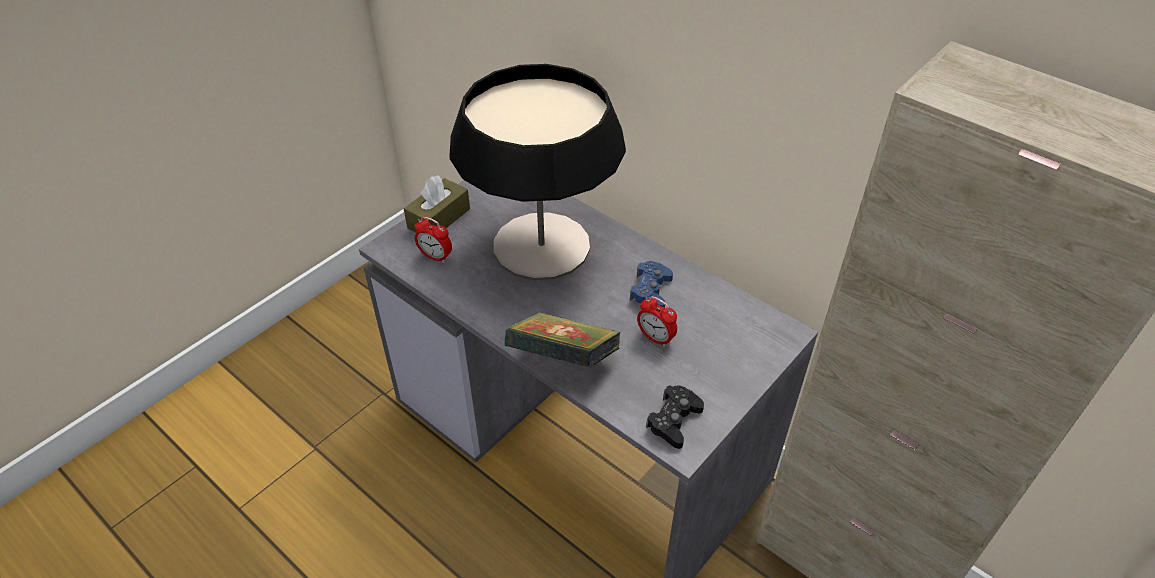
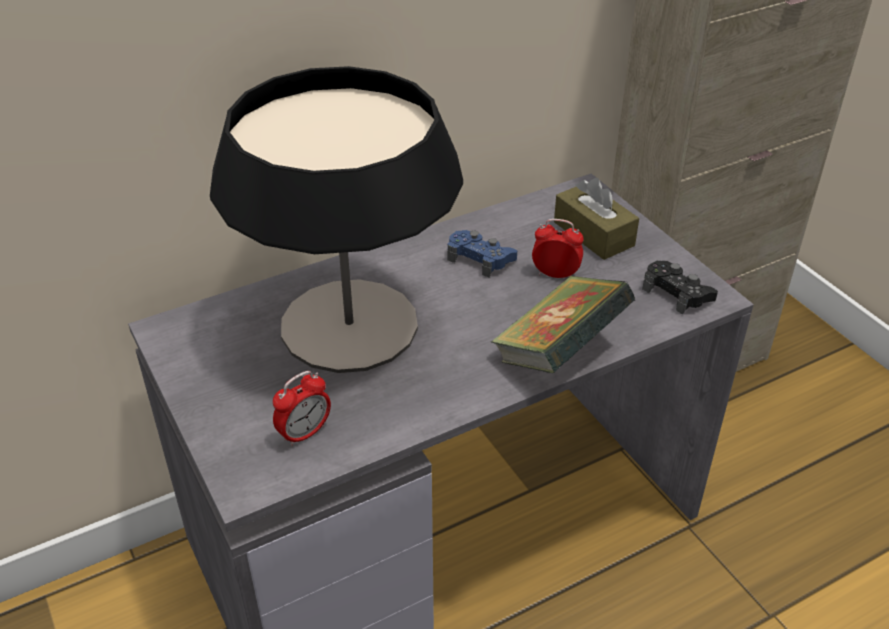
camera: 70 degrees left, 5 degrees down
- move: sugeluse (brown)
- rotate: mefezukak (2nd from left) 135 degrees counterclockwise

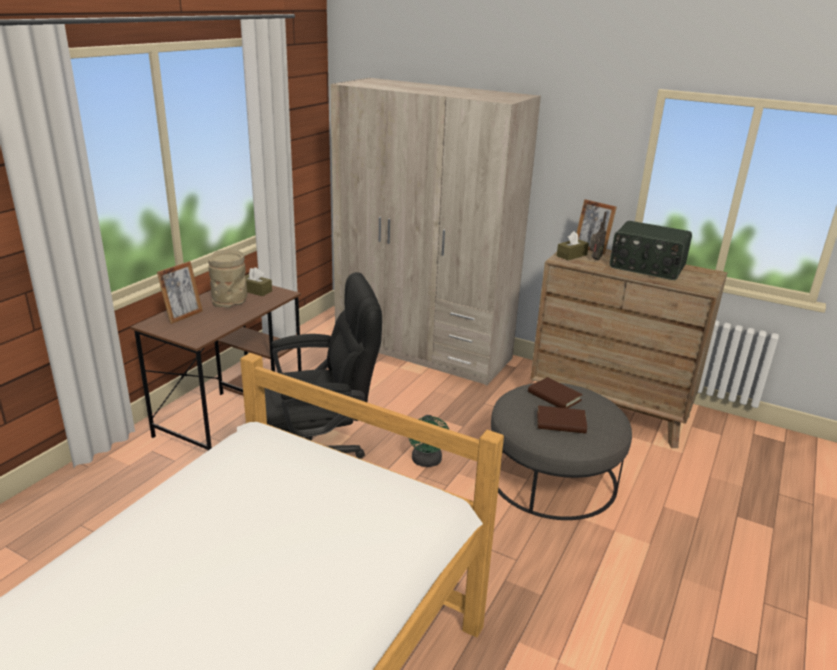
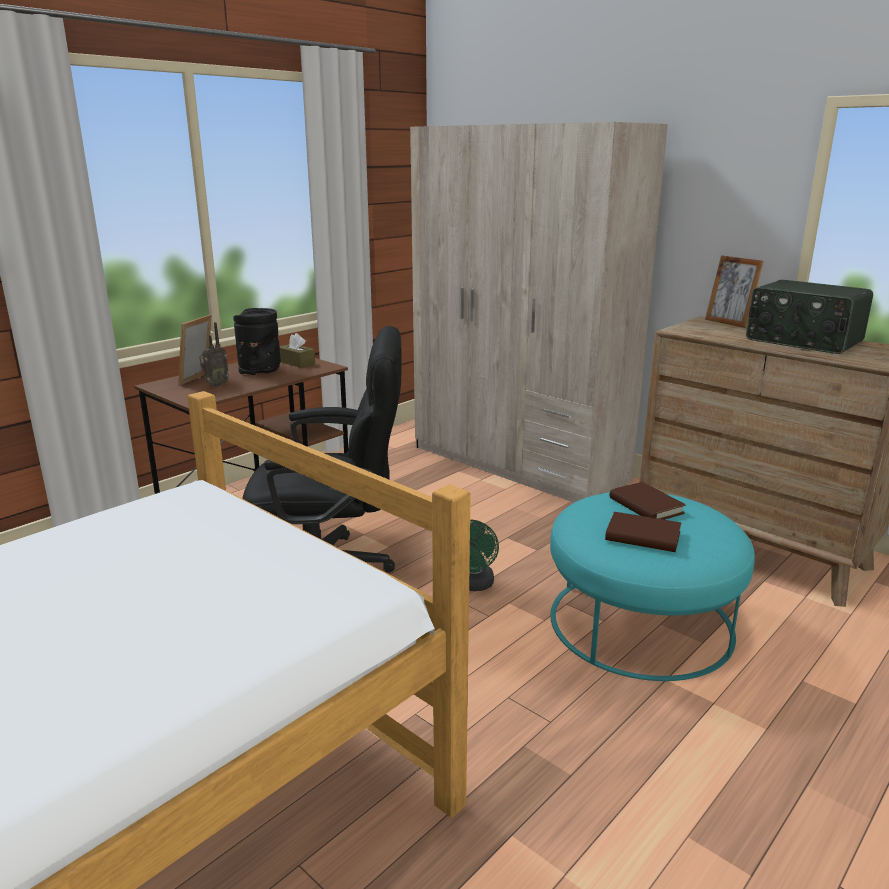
camera: 15 degrees right, 5 degrees down
- delete: sugeluse (brown) (2nd from left)
- move: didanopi (1st from left)
- recolor: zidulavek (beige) to zidulavek (black)
- recolor: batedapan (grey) to batedapan (turquoise)
- rotate: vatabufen (1st from left) 150 degrees clockwise

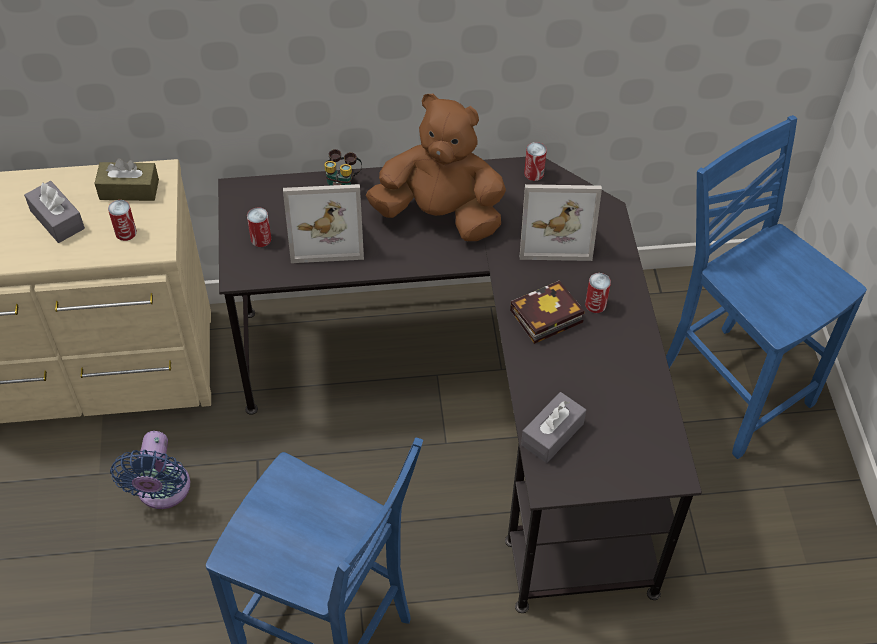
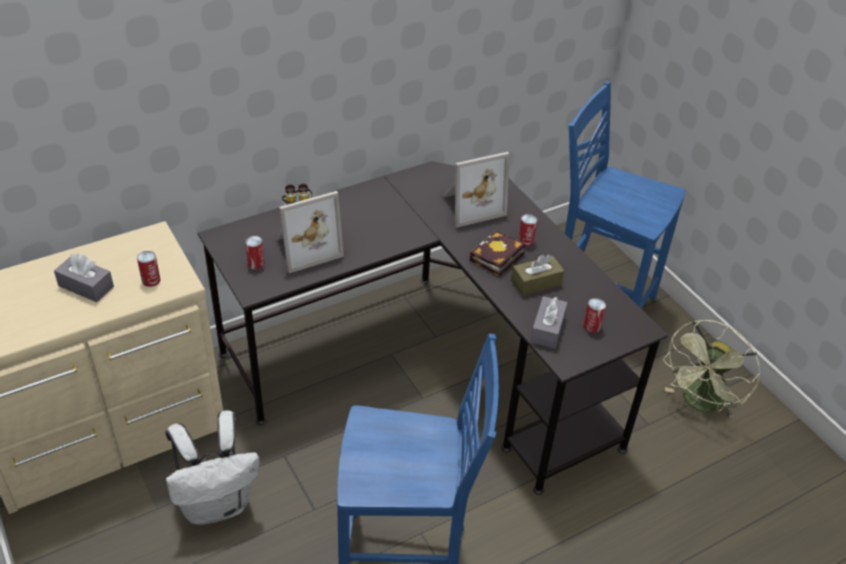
camera: 25 degrees left, 10 degrees down
- delete: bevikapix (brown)
- insert: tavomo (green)
- move: sugeluse (brown)
- move: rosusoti (3rd from left in the first image) to rosusoti (4th from left)
- replace: tavomo (blue) to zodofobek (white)

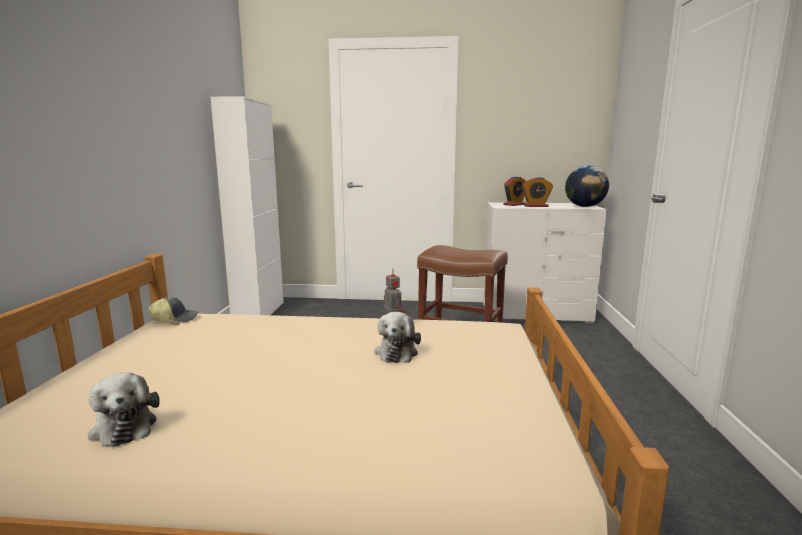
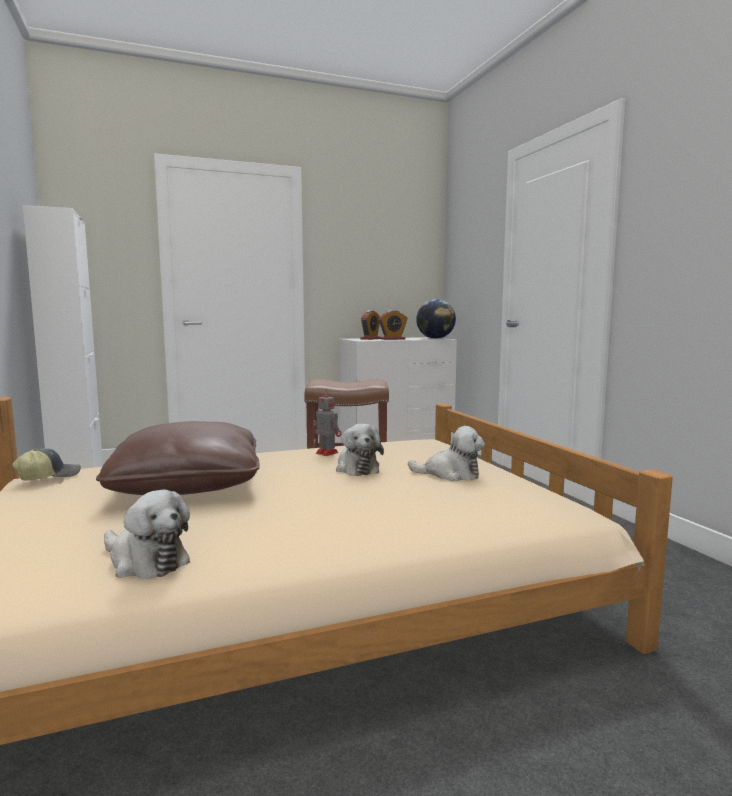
camera: 25 degrees left, 5 degrees down
- insert: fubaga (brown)
- insert: bevikapix (3rd from left)

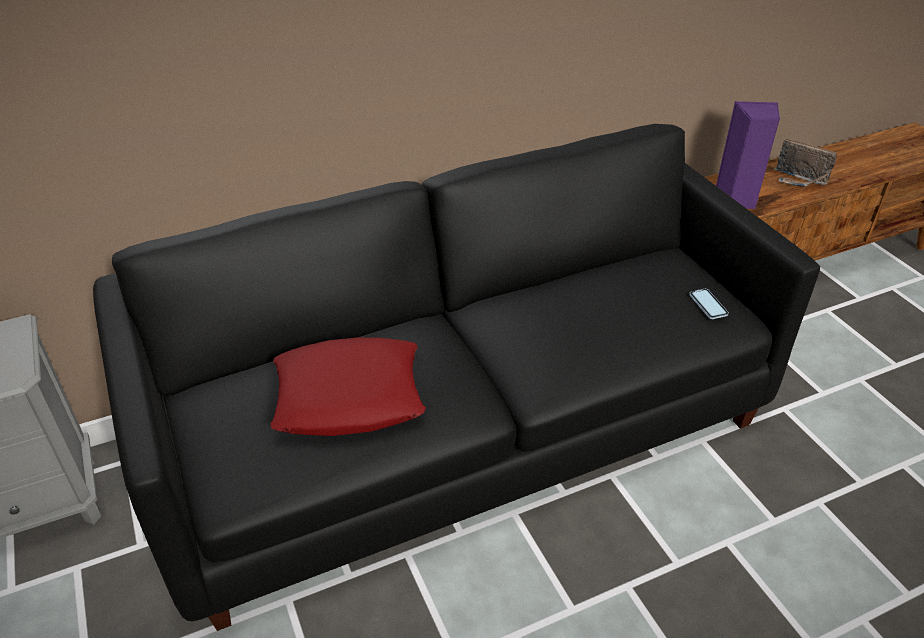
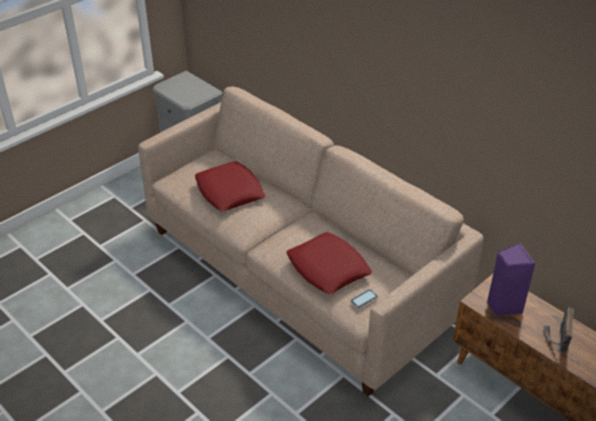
camera: 70 degrees right, 0 degrees up
- insert: fubaga (red) (2nd from left)
- recolor: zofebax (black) to zofebax (beige)

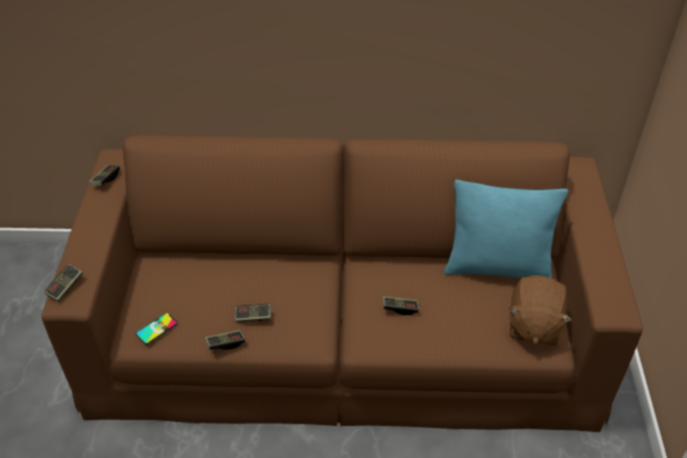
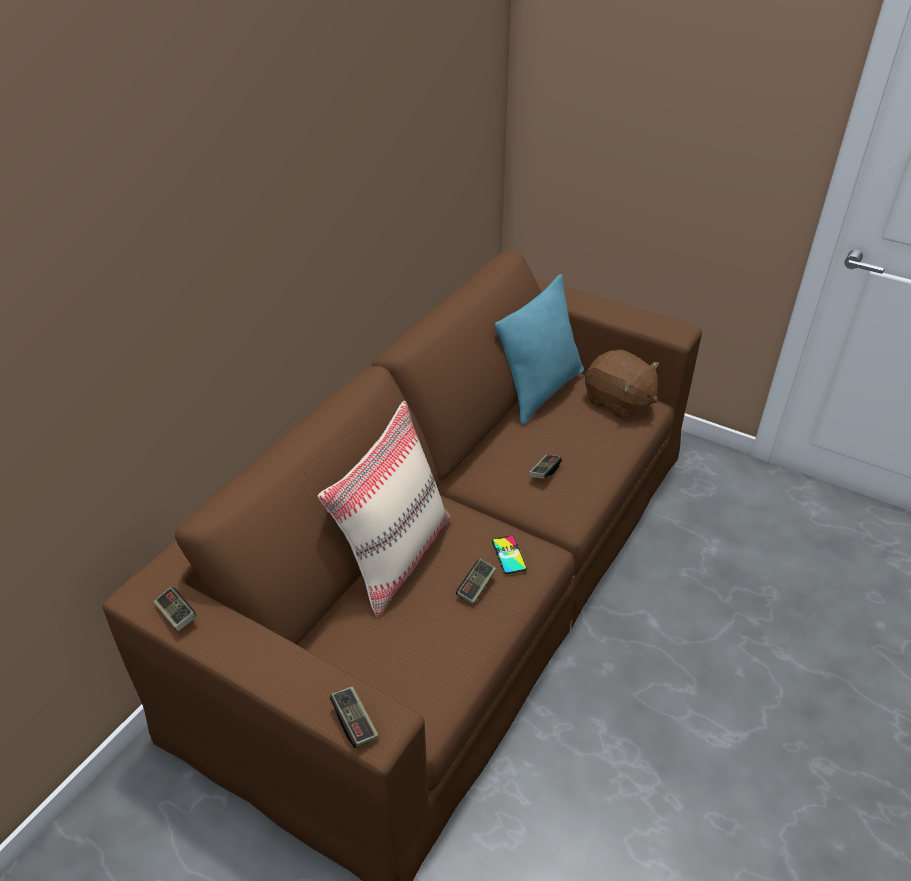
camera: 60 degrees left, 5 degrees down
- delete: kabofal (3rd from left)
- insert: fubaga (beige)
- move: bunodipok

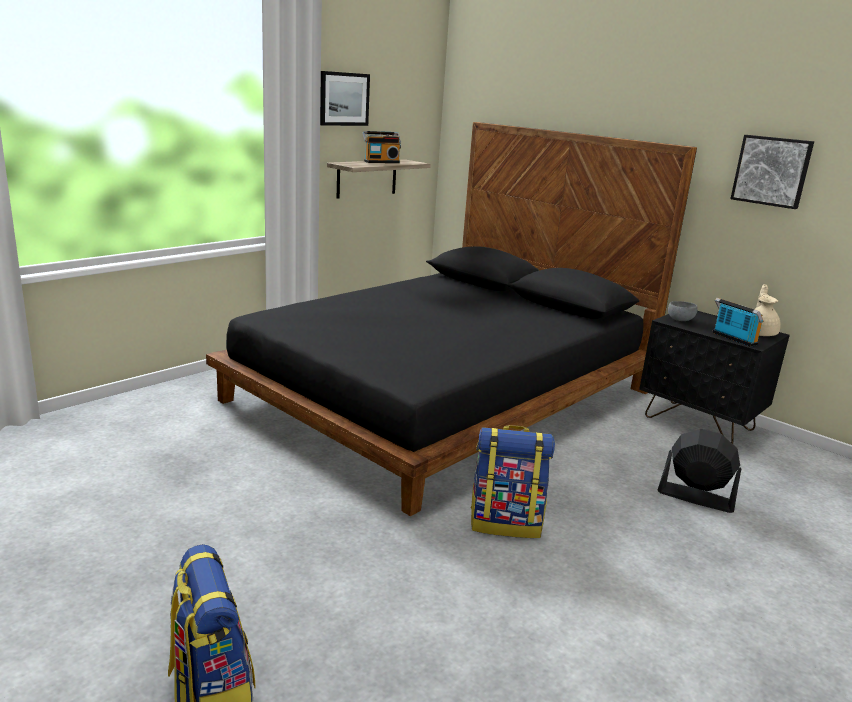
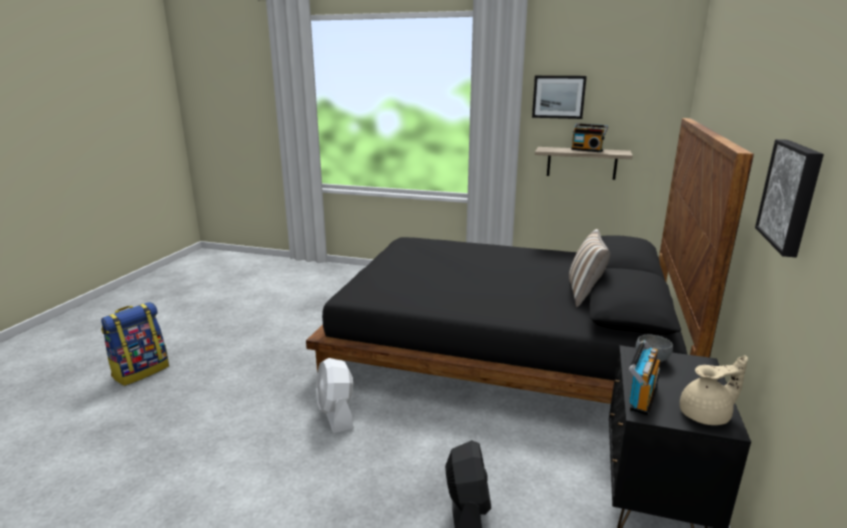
camera: 65 degrees right, 0 degrees up
- insert: fubaga
- replace: zodofobek (2nd from left) to tavomo (white)

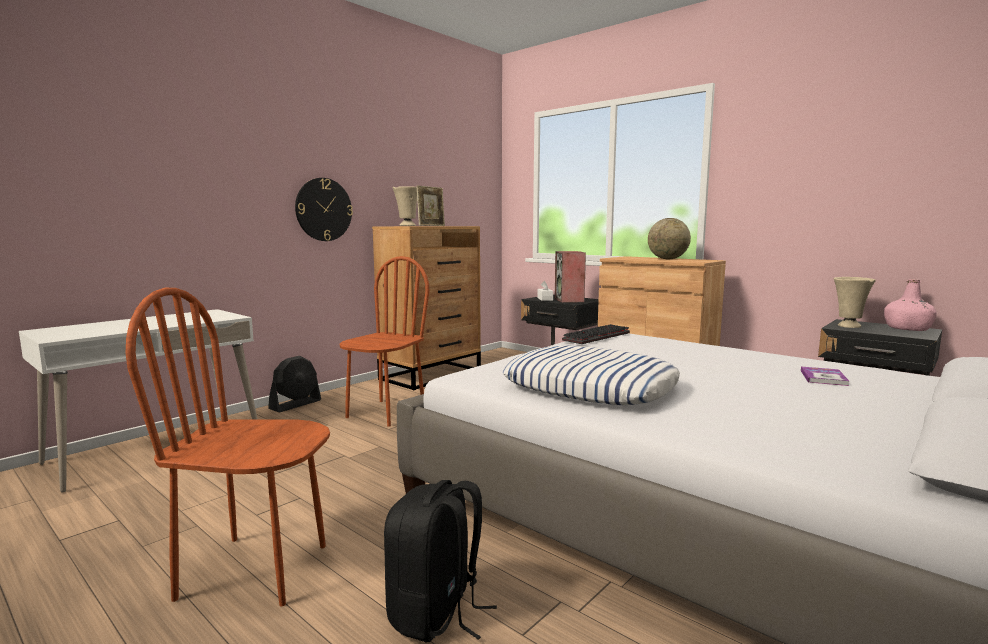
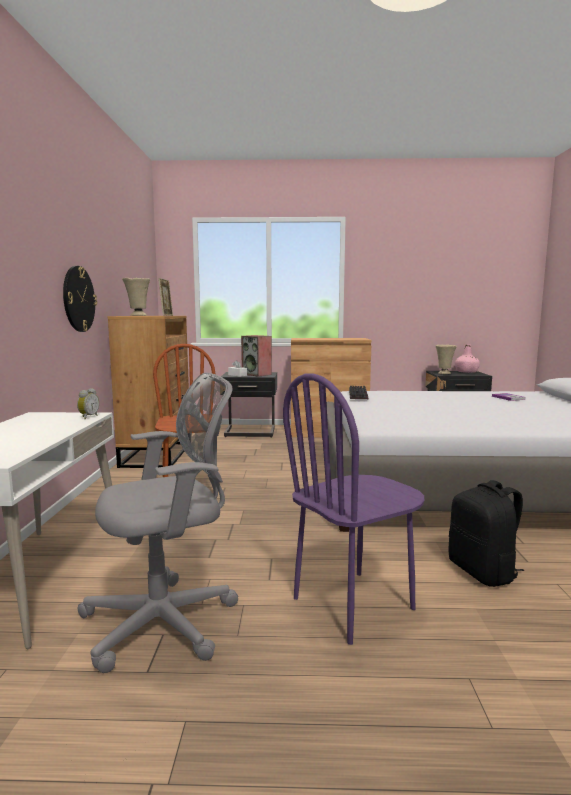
camera: 40 degrees left, 0 degrees up
- delete: tavomo (black)
- delete: fubaga
- delete: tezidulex
- insert: mefezukak
- insert: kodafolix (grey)
- recolor: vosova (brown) (1st from left) to vosova (purple)

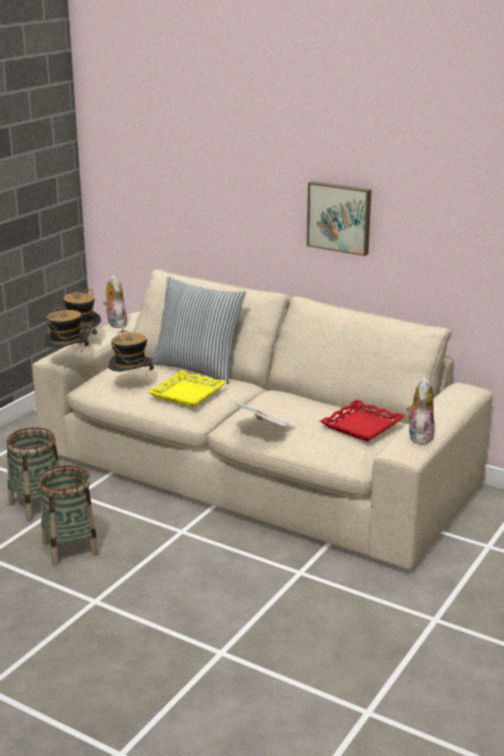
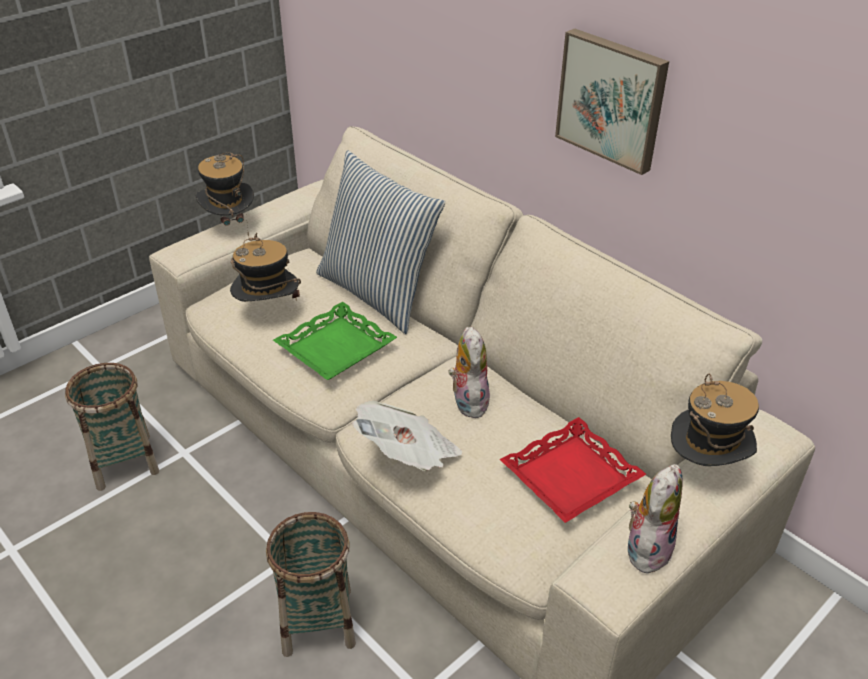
camera: 15 degrees right, 15 degrees up
- move: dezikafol (2nd from left)
- move: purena (1st from left in the first image) to purena (3rd from left)
- move: bevikapix (1st from left)
- recolor: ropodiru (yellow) to ropodiru (green)

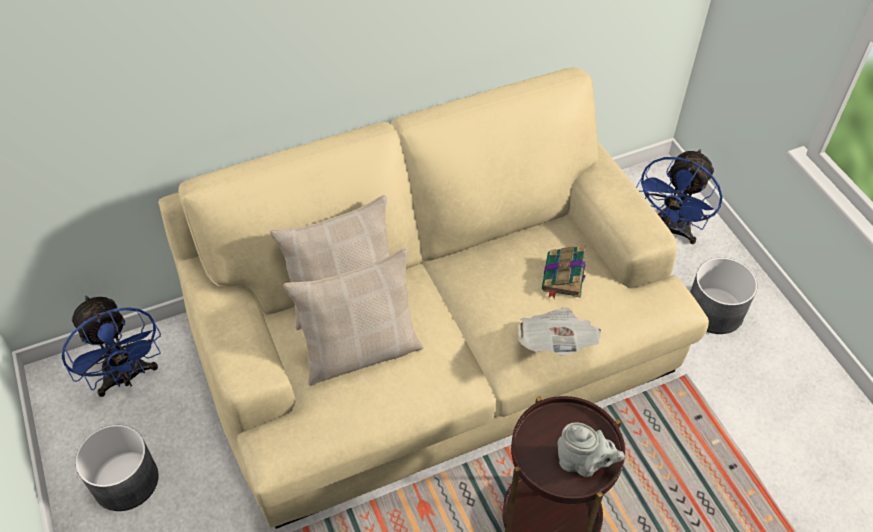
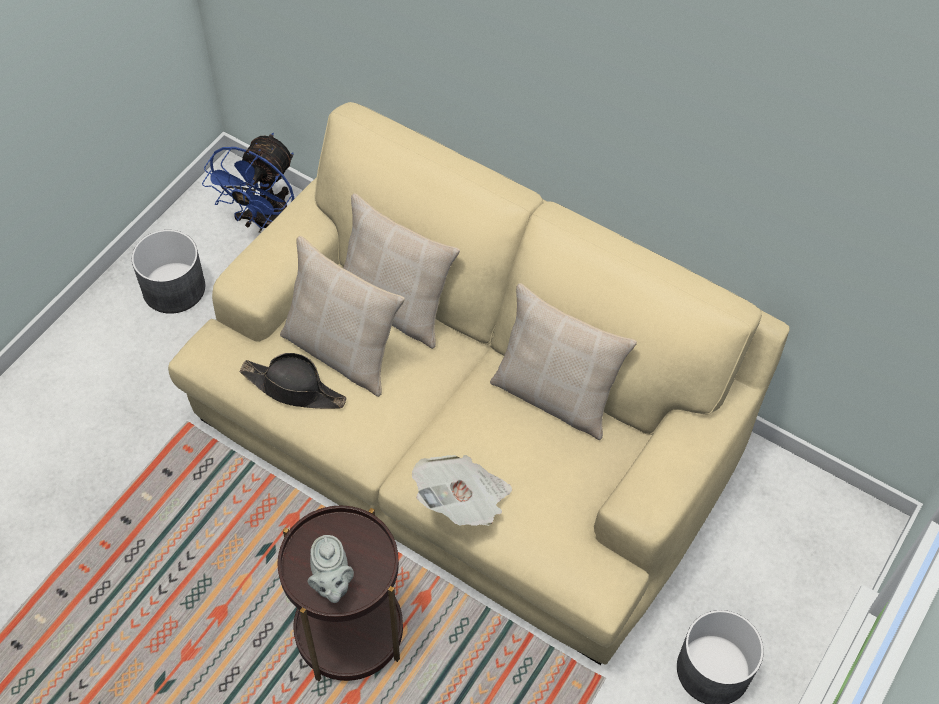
camera: 55 degrees right, 5 degrees up
- delete: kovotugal
- delete: tavomo (blue) (2nd from left)
- insert: purena (black)
- insert: fubaga (beige) (3rd from left)

